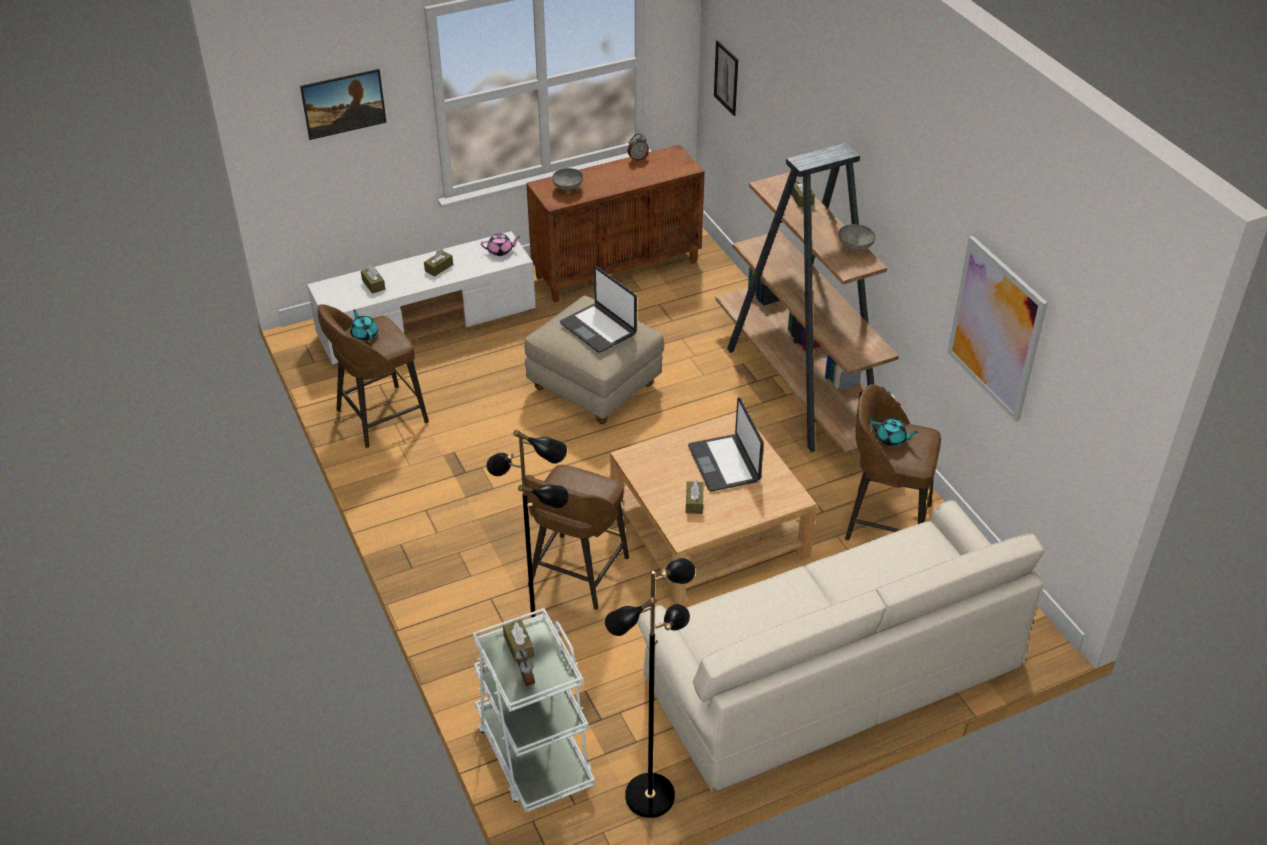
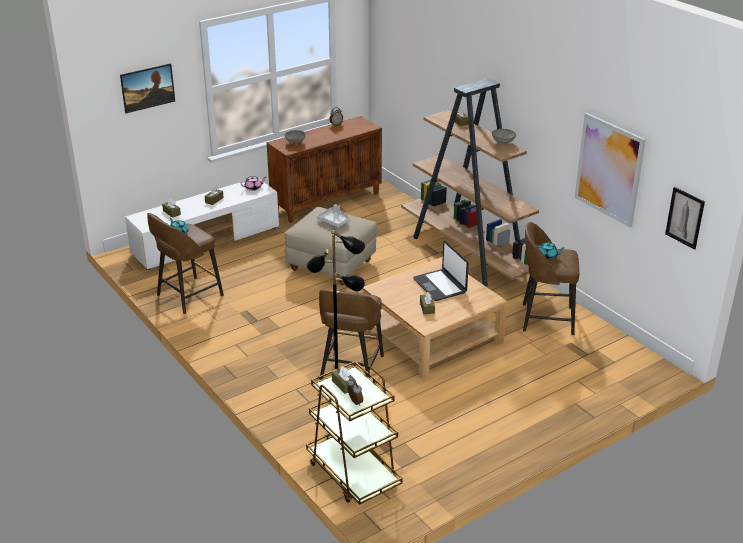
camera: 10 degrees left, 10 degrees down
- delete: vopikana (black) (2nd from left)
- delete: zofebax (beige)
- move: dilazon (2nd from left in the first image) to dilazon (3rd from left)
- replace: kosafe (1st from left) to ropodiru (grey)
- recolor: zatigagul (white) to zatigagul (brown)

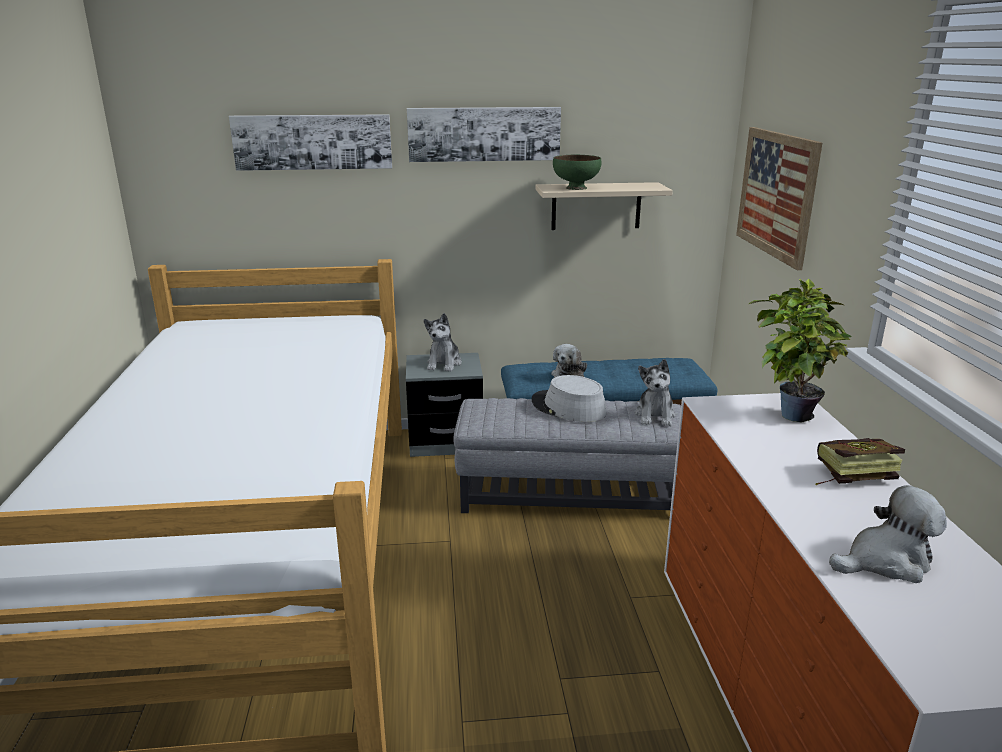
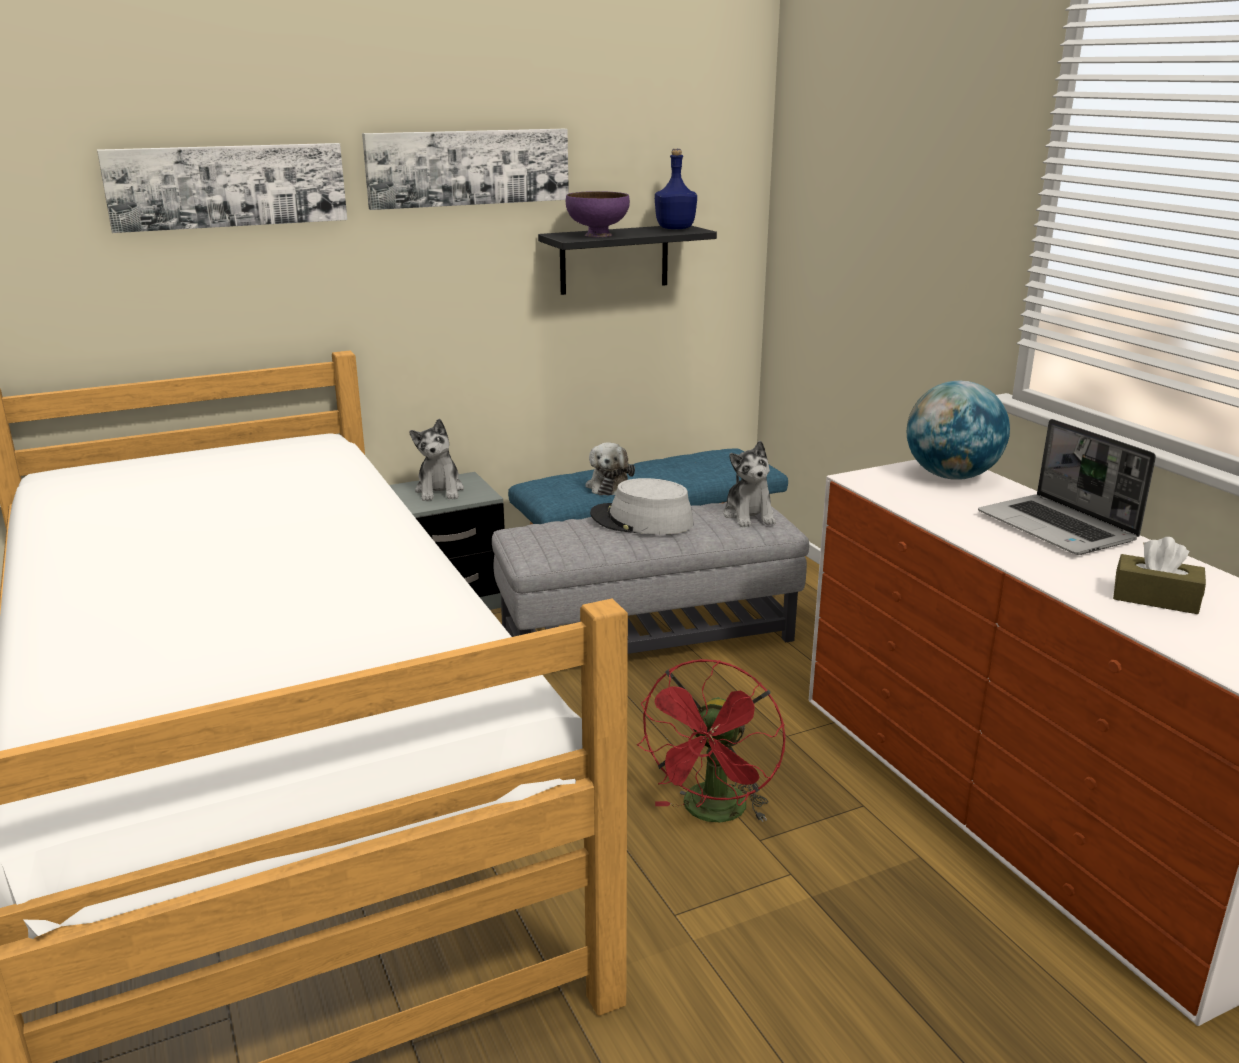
camera: 20 degrees left, 0 degrees up
- delete: dilazon (3rd from left)
- insert: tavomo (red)
- insert: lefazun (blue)
- replace: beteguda to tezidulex
- replace: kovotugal to kosafe
- replace: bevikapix (4th from left) to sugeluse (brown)
- recolor: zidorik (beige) to zidorik (black)
- recolor: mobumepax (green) to mobumepax (purple)

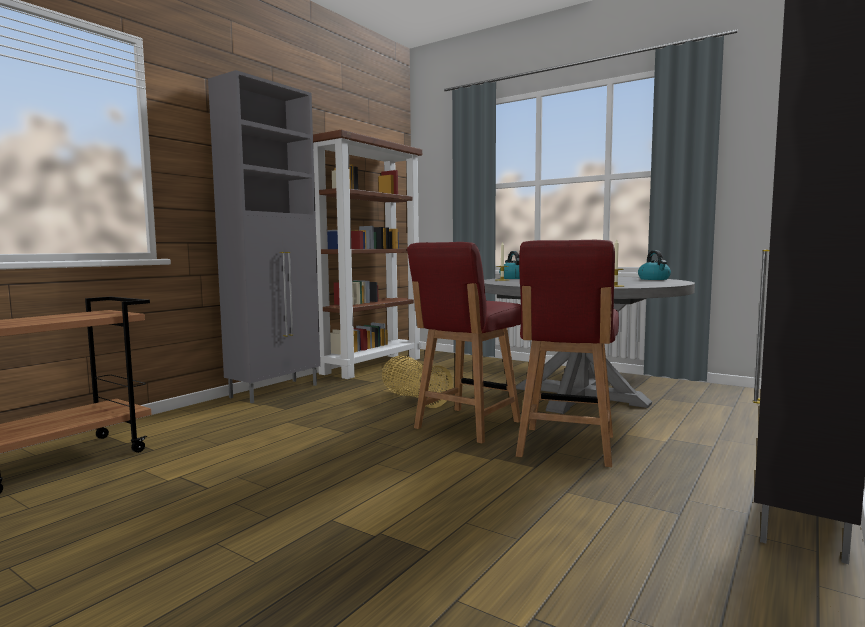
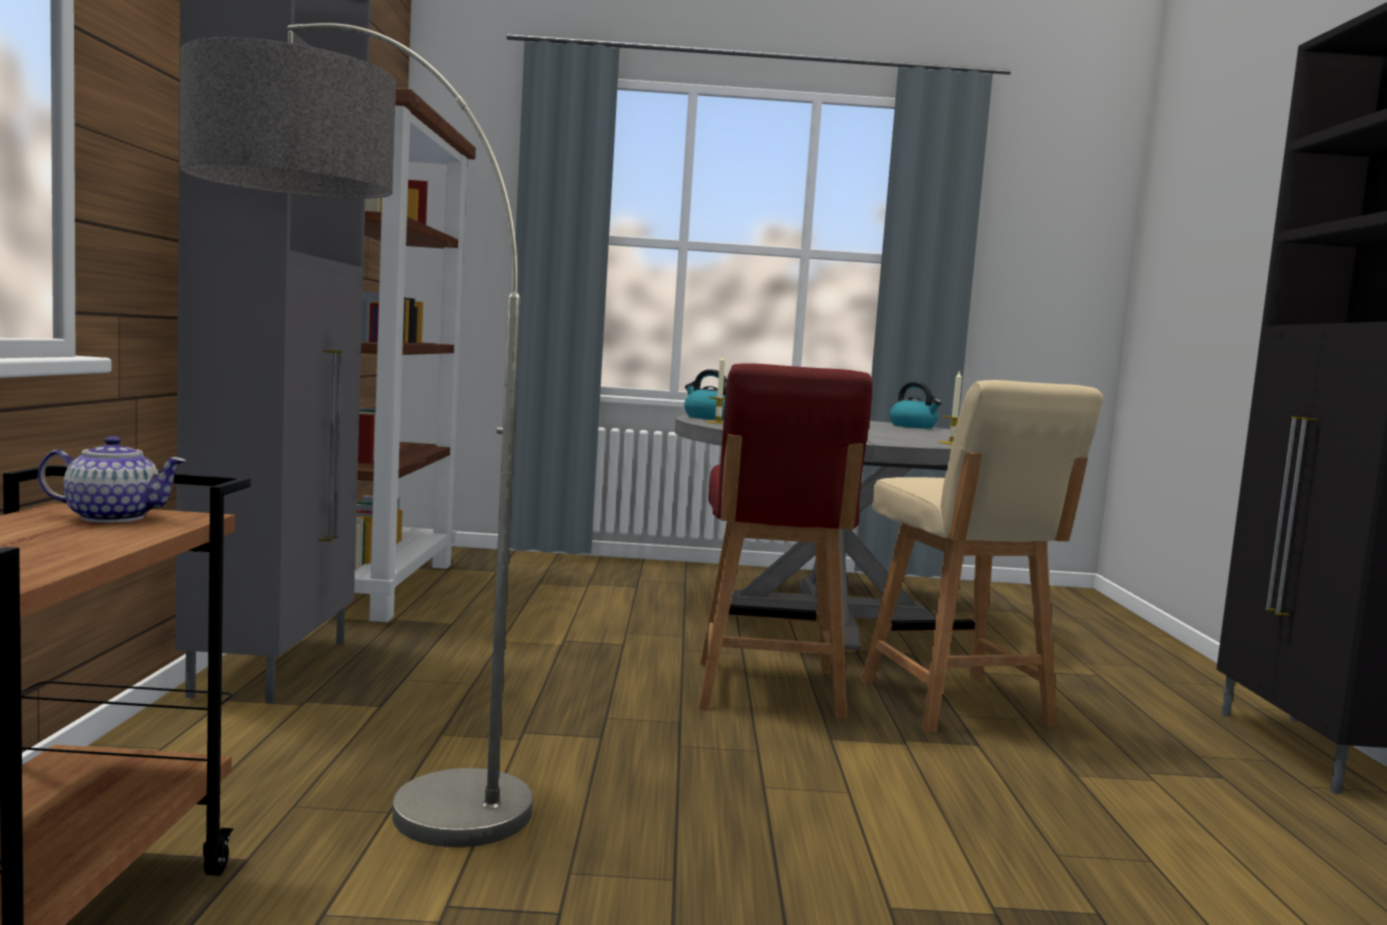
camera: 35 degrees left, 0 degrees up
- delete: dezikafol
- insert: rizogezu
- insert: vopikana
- recolor: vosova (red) (2nd from left) to vosova (beige)

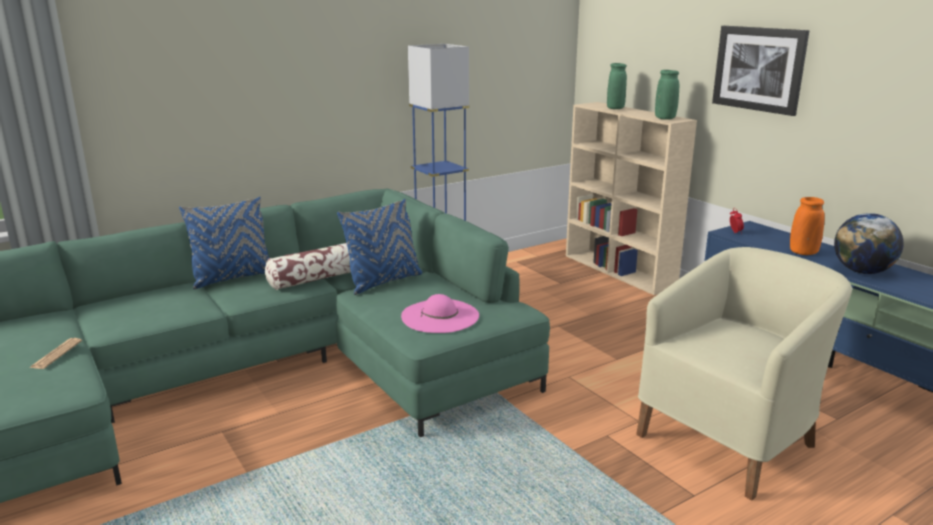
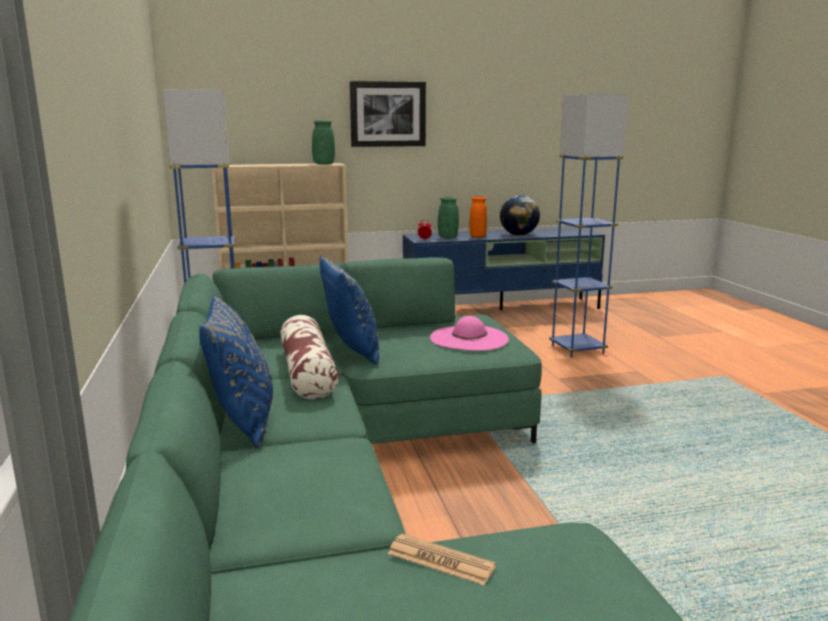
camera: 70 degrees left, 5 degrees down
- move: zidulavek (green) (1st from left in the first image) to zidulavek (green) (2nd from left)
- replace: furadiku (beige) to vopikana (blue) (2nd from left)

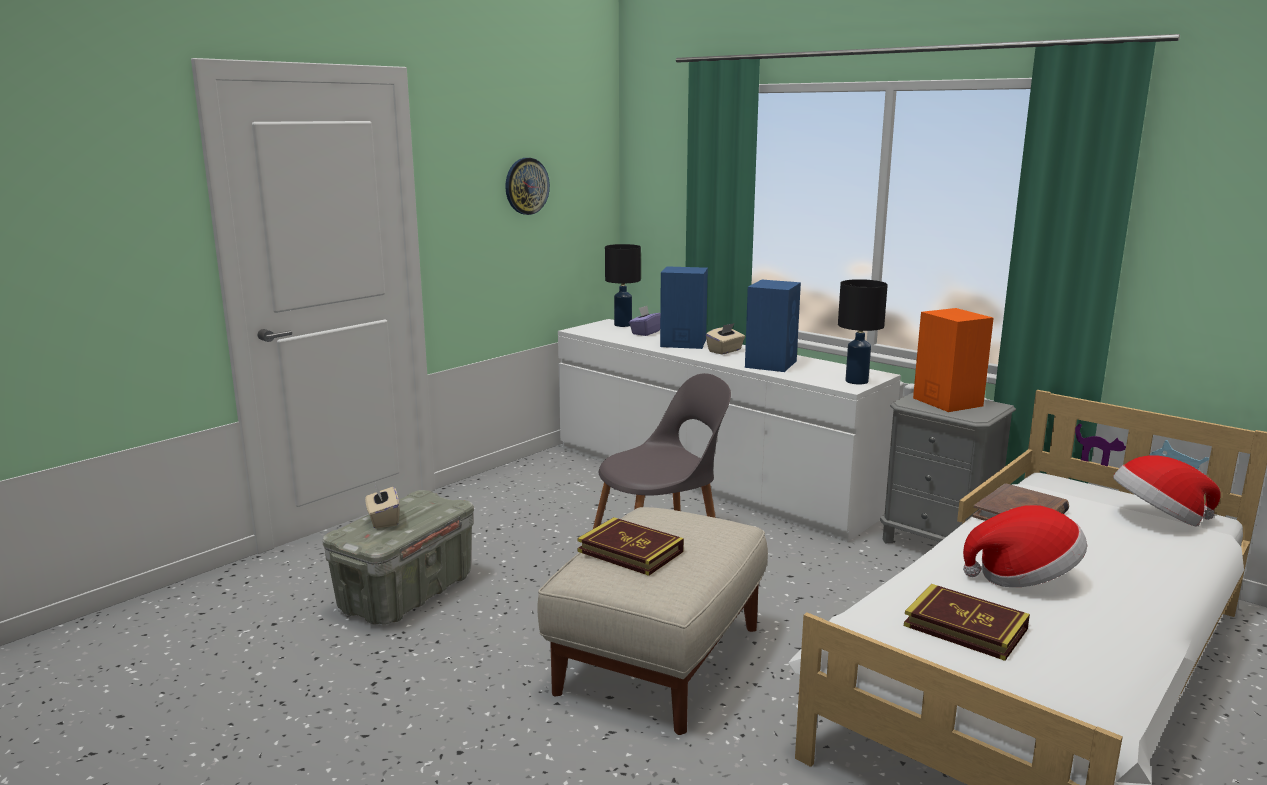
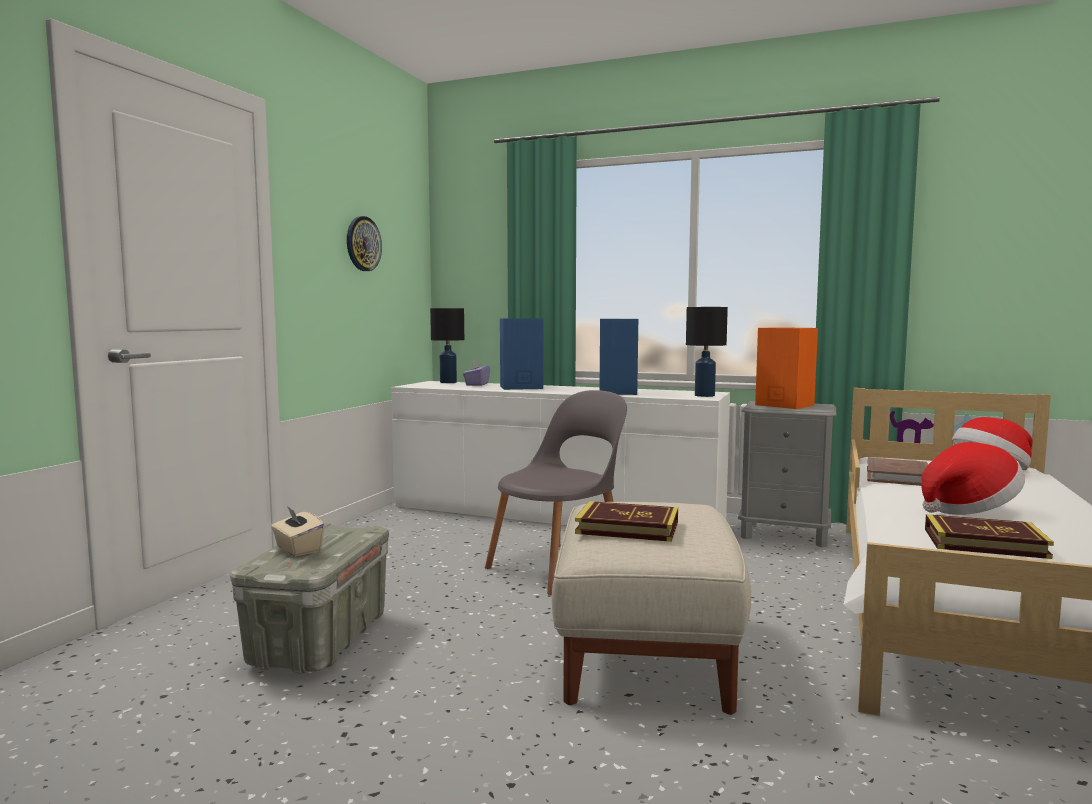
camera: 20 degrees left, 10 degrees down
- delete: sugeluse (beige) (2nd from left)

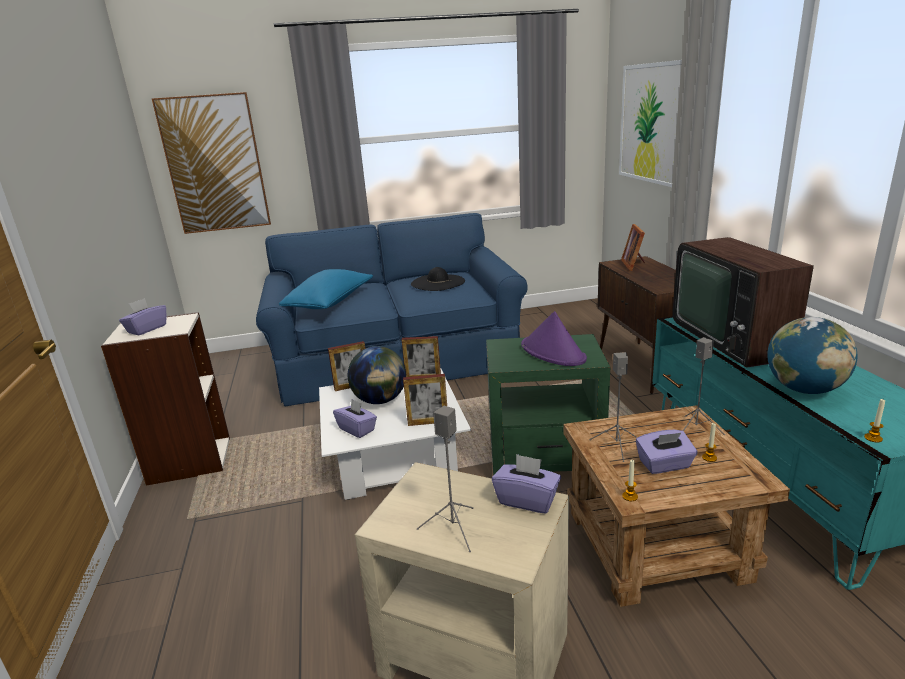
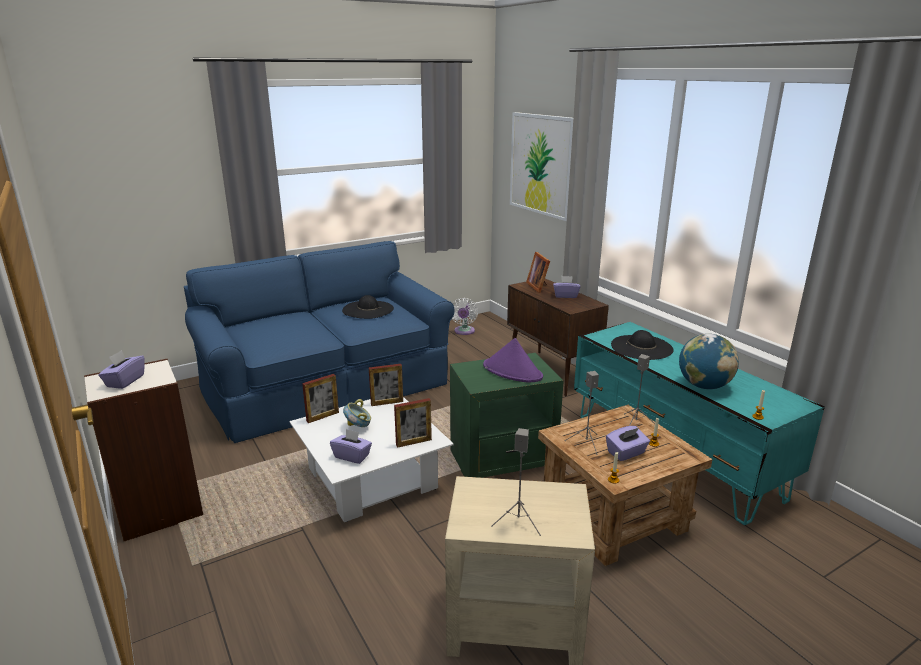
camera: 20 degrees left, 0 degrees up
- delete: dilazon (1st from left)
- delete: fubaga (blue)
- insert: tavomo (white)
- move: sugeluse (purple) (3rd from left)
- replace: tezidulex (1st from left) to mobumepax
- replace: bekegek to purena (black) (2nd from left)

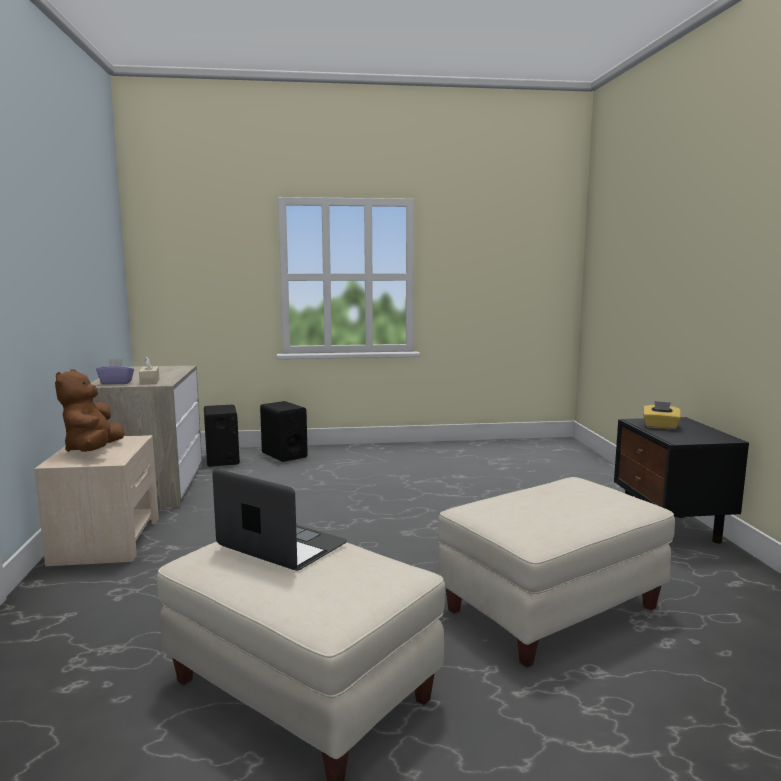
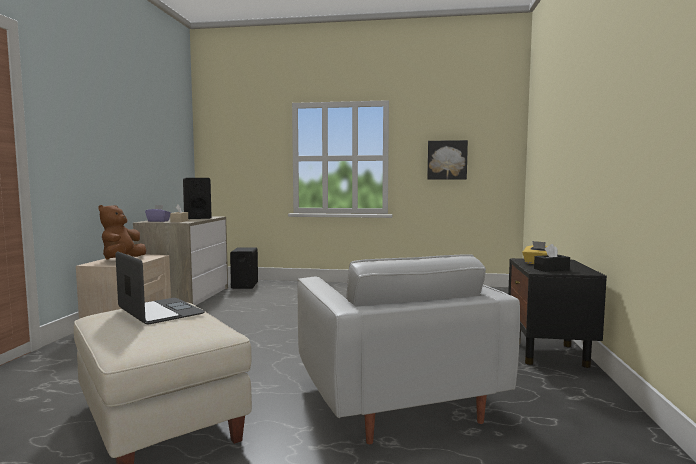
camera: 15 degrees right, 5 degrees down
- insert: dilazon
- insert: sugeluse (black)
- move: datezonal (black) (2nd from left in the first image) to datezonal (black) (1st from left)
- replace: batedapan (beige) (2nd from left) to furadiku (white)

